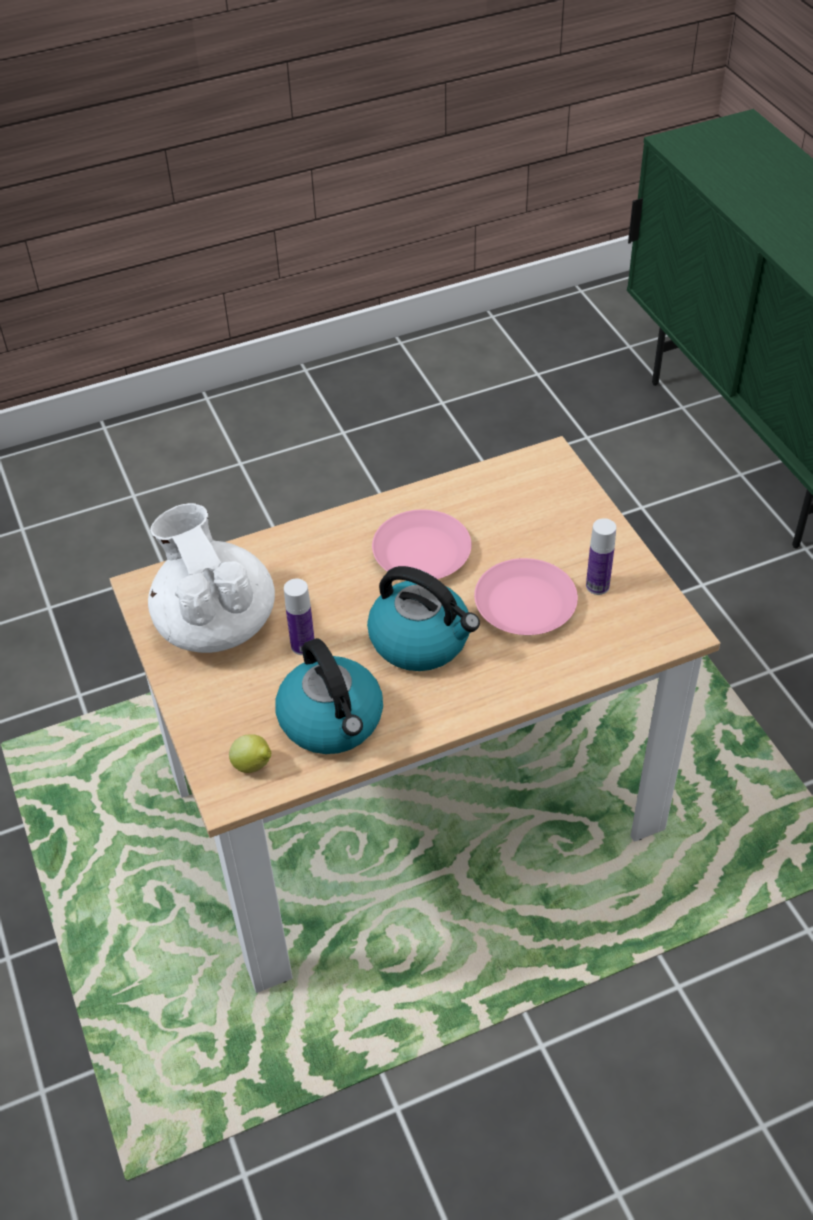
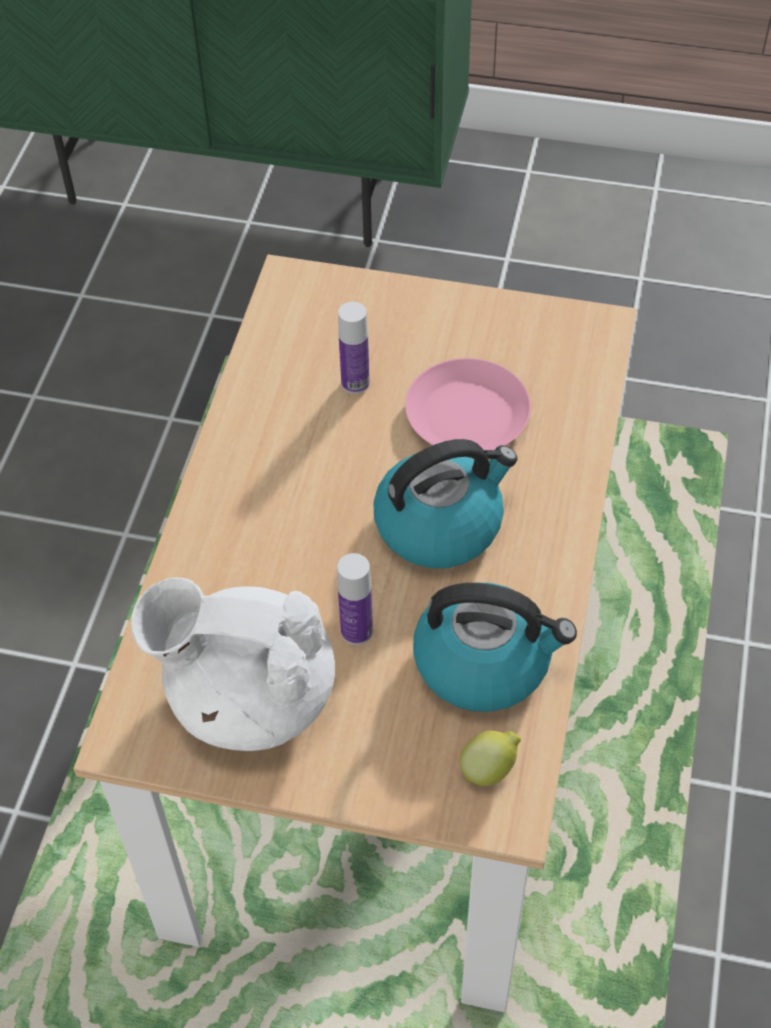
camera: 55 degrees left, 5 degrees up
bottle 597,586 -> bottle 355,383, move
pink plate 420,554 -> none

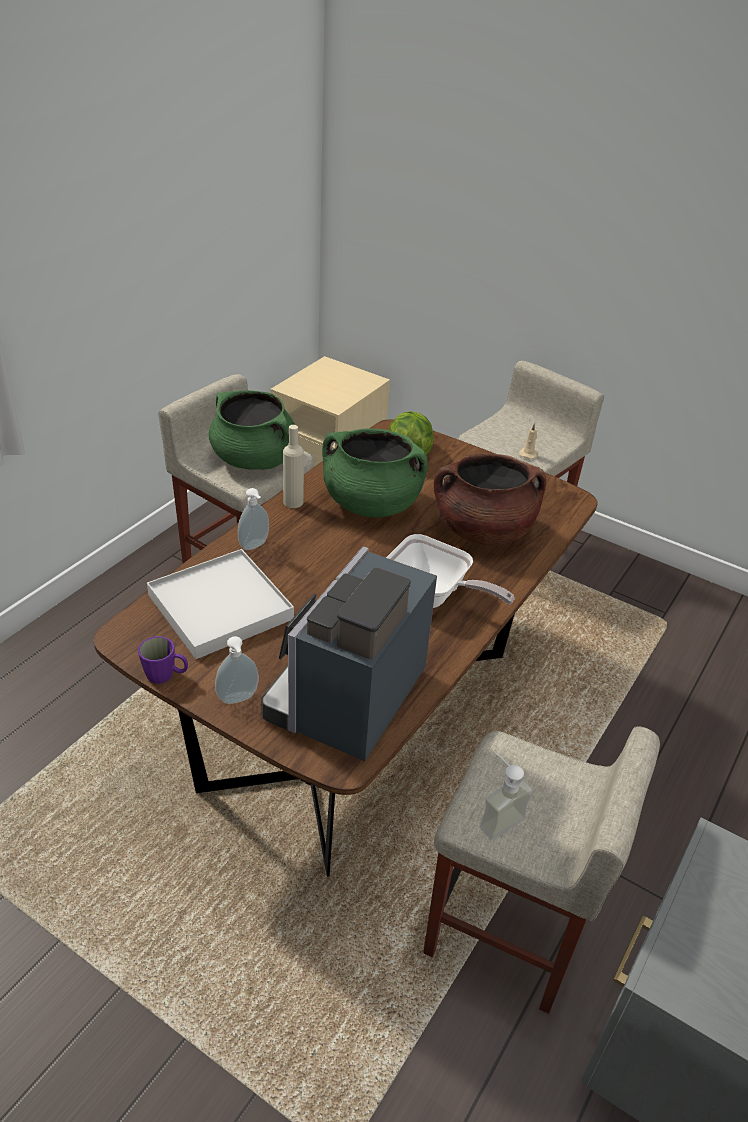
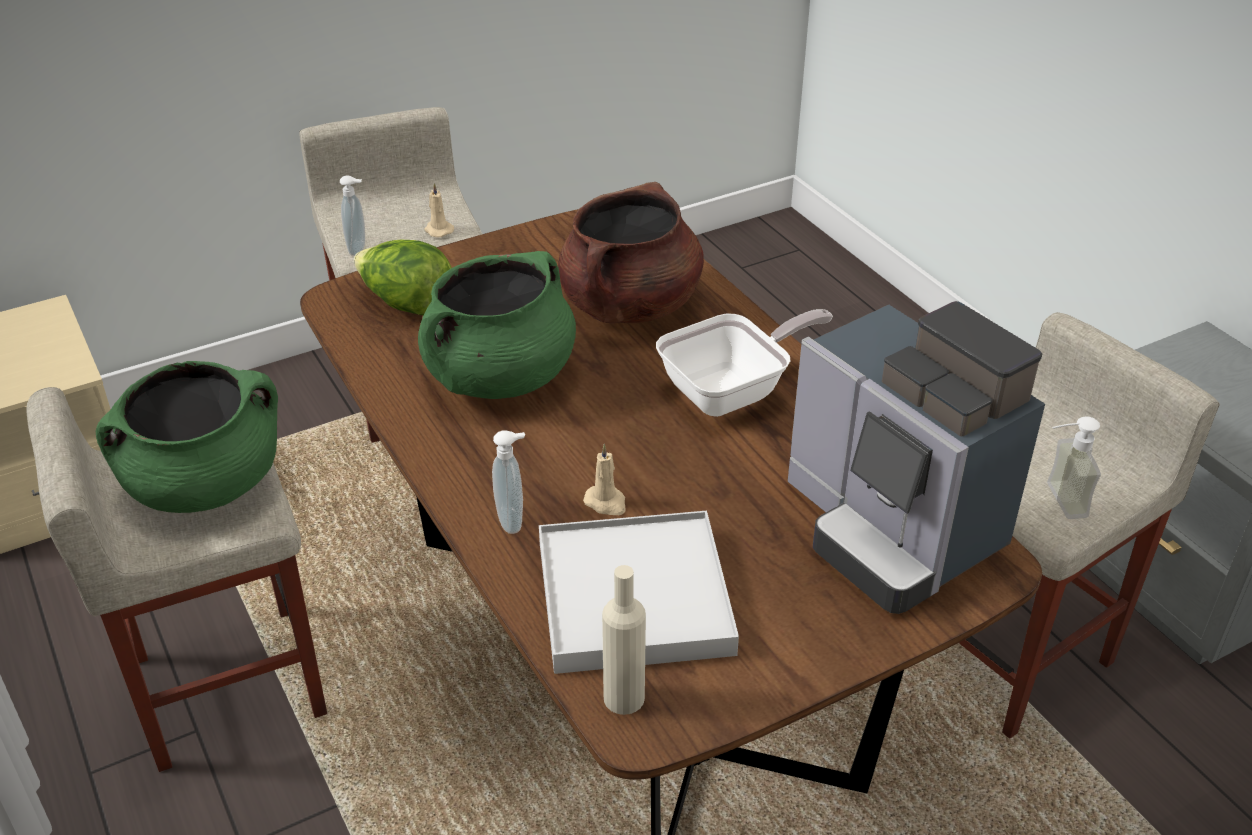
camera: 60 degrees left, 0 degrees up
soap dispenser 238,699 -> soap dispenser 359,249, move
none -> beige candle 606,503
beige bottle 293,502 -> beige bottle 624,698, move
purple mug 166,675 -> none

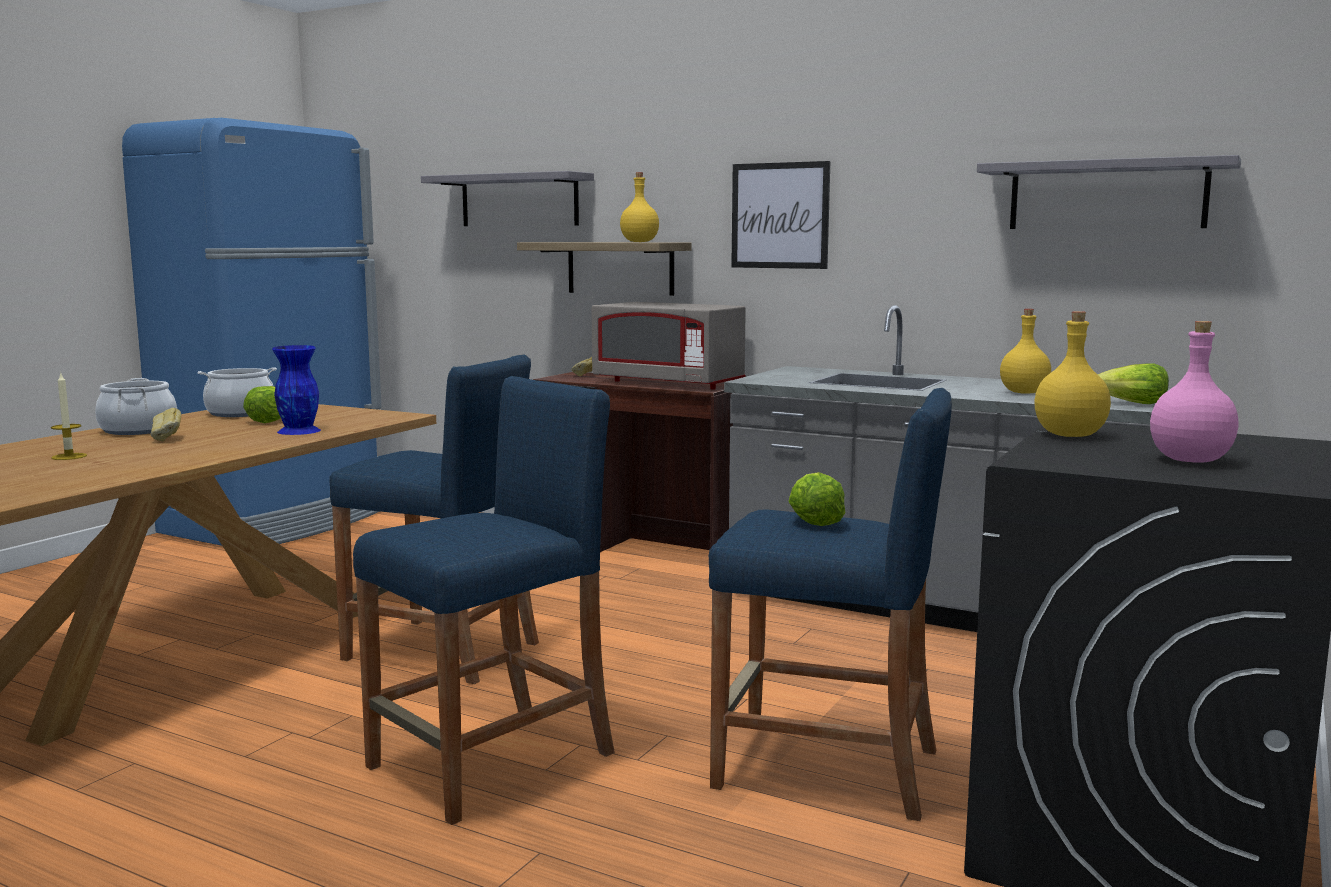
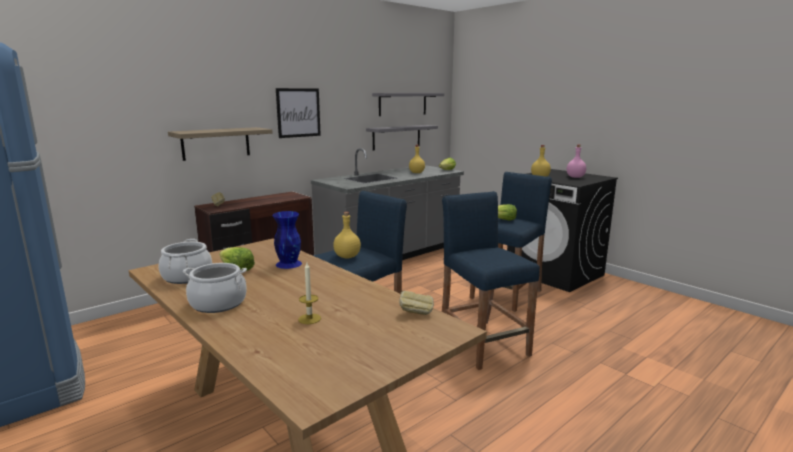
camera: 70 degrees left, 5 degrees up
yellow bottle 639,242 -> yellow bottle 347,257, move
grey shelf 519,200 -> grey shelf 396,137, move
bread 167,439 -> bread 416,313, move
grey microwave 668,383 -> none

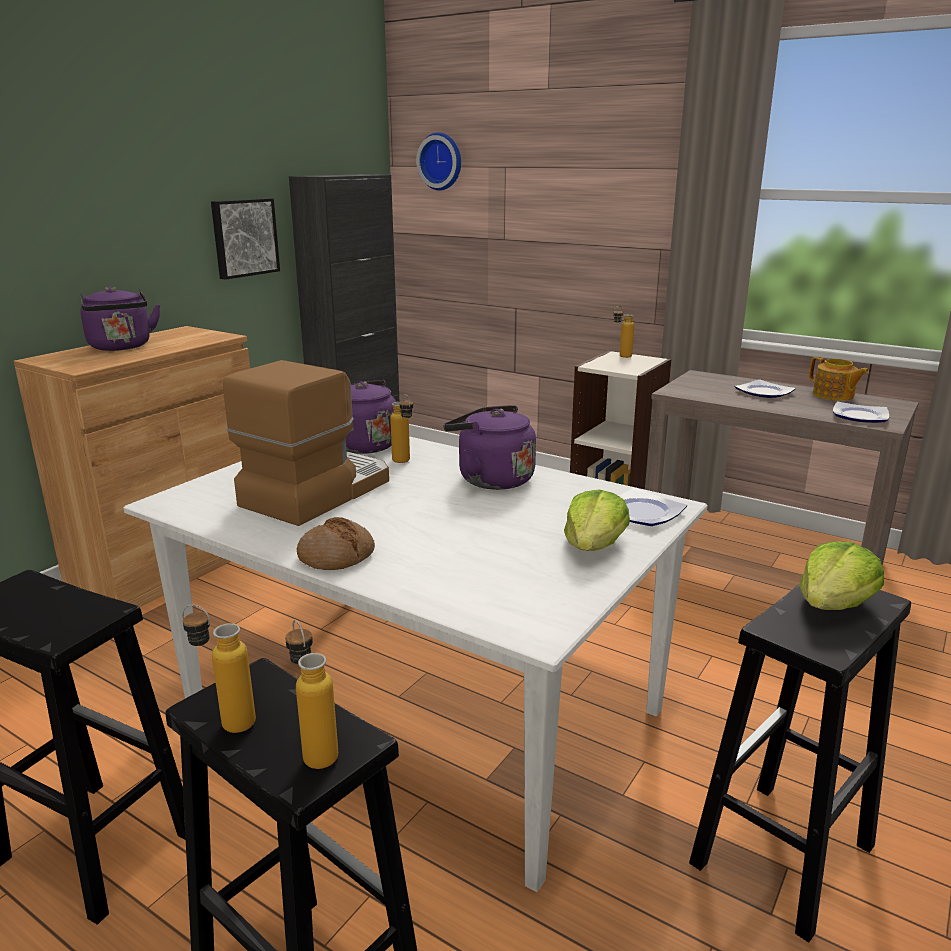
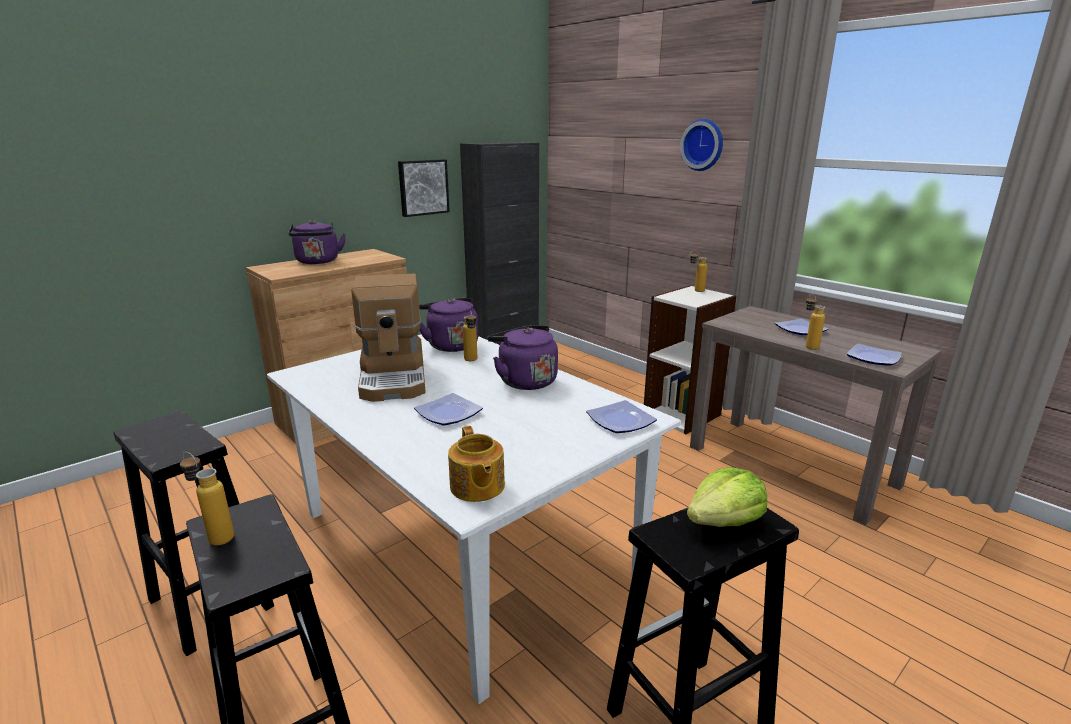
camera: 15 degrees right, 0 degrees up
coffee machine 316,492 -> coffee machine 395,377, 120 degrees clockwise
none -> plate 448,414
teapot 833,395 -> teapot 477,487, move
wall clock 441,161 -> wall clock 703,145, move
bottle 315,749 -> bottle 808,346, move
bread 336,556 -> none
lettuce 594,546 -> none

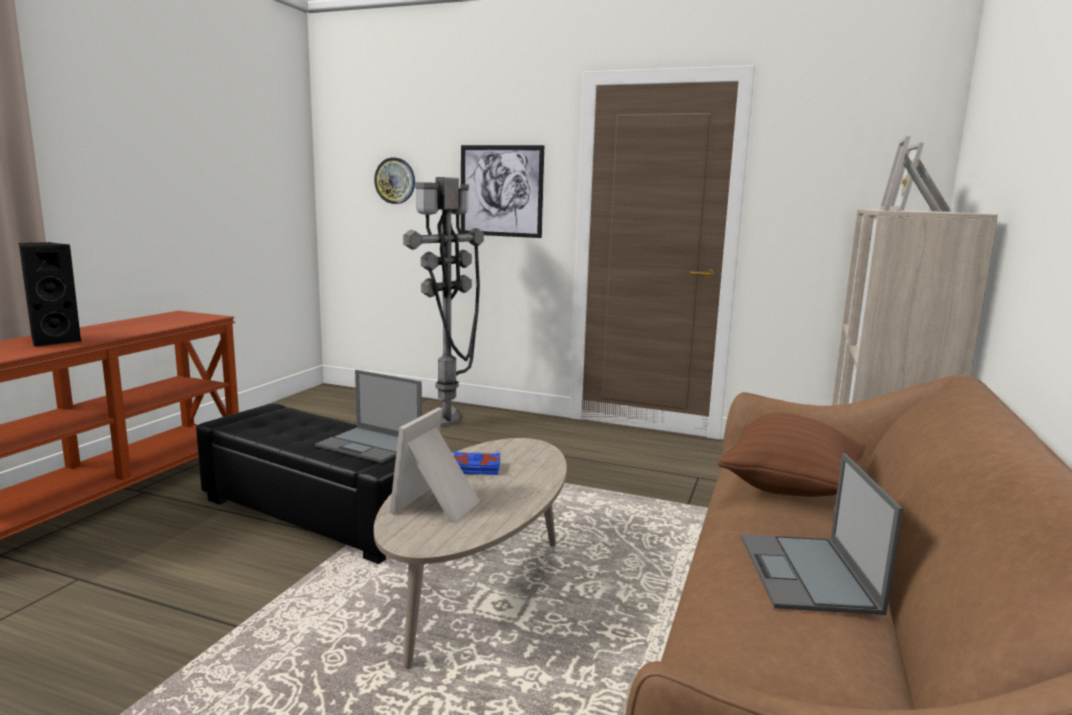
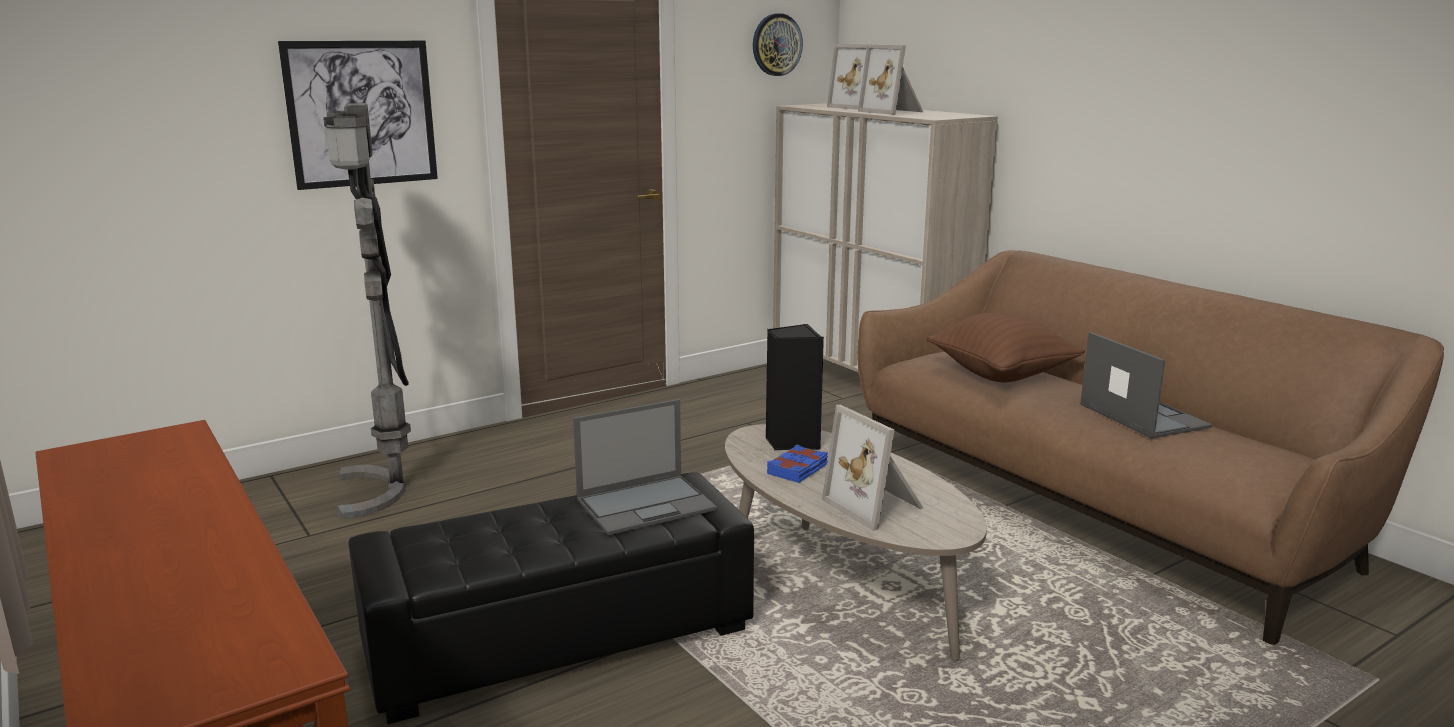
camera: 55 degrees left, 5 degrees up
wall clock 395,181 -> wall clock 776,44, move
black speaker 53,341 -> black speaker 791,442, move
laptop 808,574 -> laptop 1142,415, 150 degrees counterclockwise

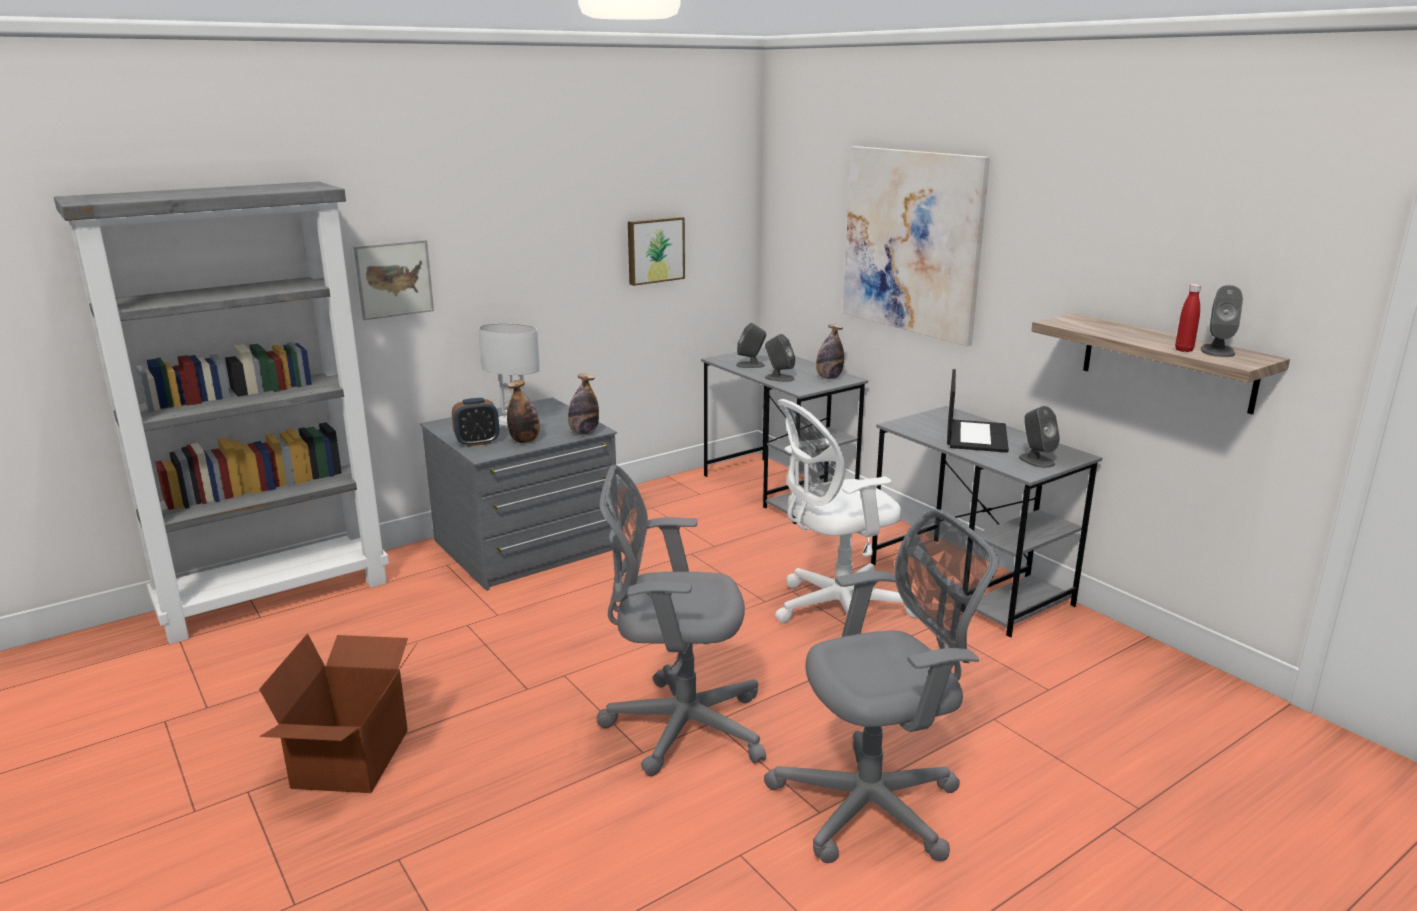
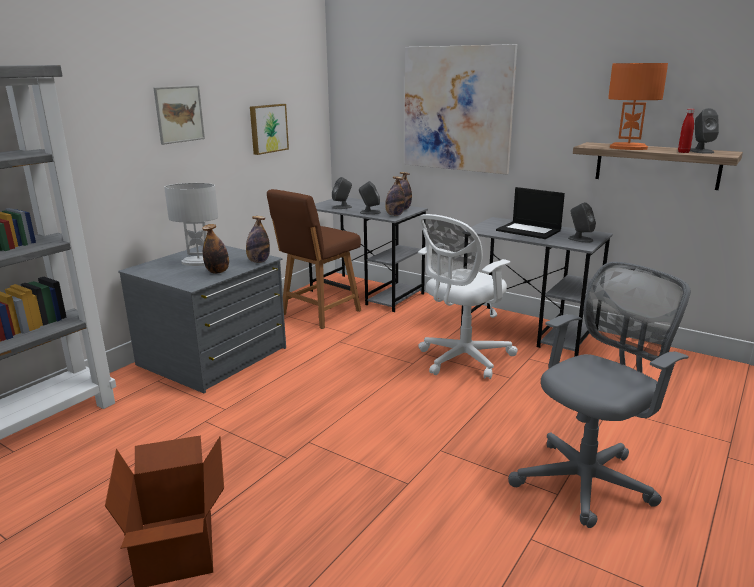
camera: 20 degrees left, 0 degrees up
picture 394,279 -> picture 179,114, move
none -> brown chair 319,313
none -> bottle 394,215
laptop 975,436 -> laptop 529,230, 135 degrees clockwise
none -> orange table lamp 628,148
alarm clock 477,442 -> none
grey office chair 677,726 -> none

